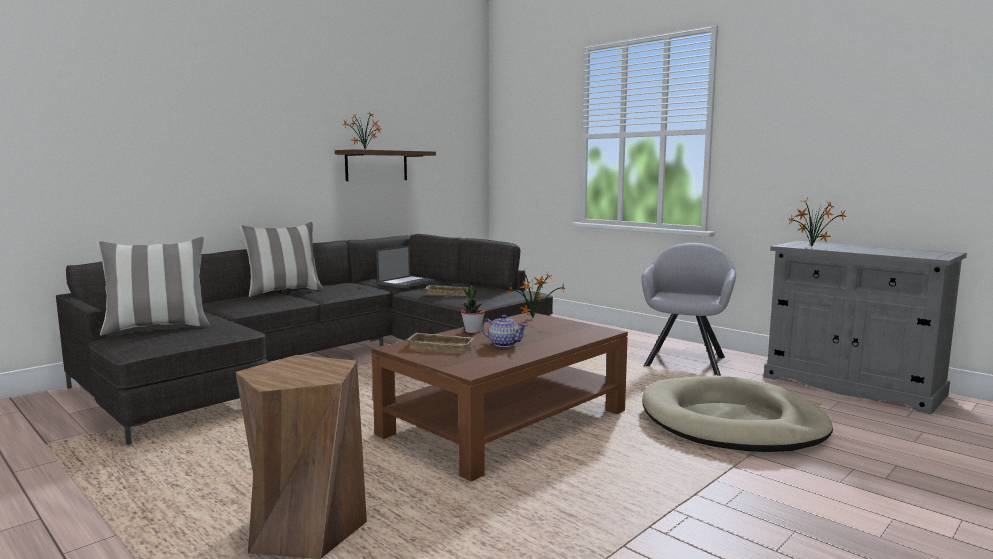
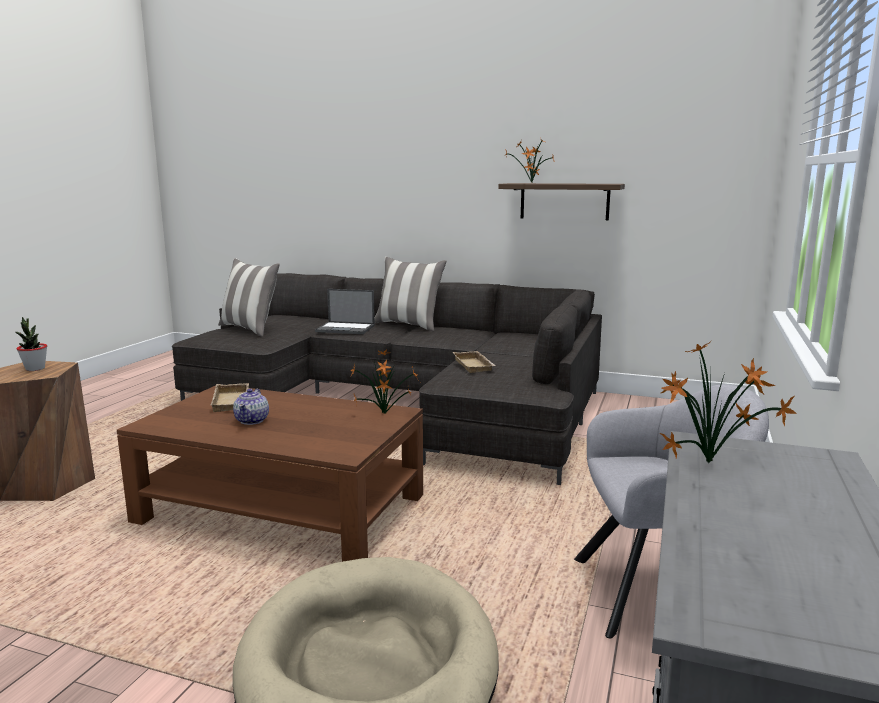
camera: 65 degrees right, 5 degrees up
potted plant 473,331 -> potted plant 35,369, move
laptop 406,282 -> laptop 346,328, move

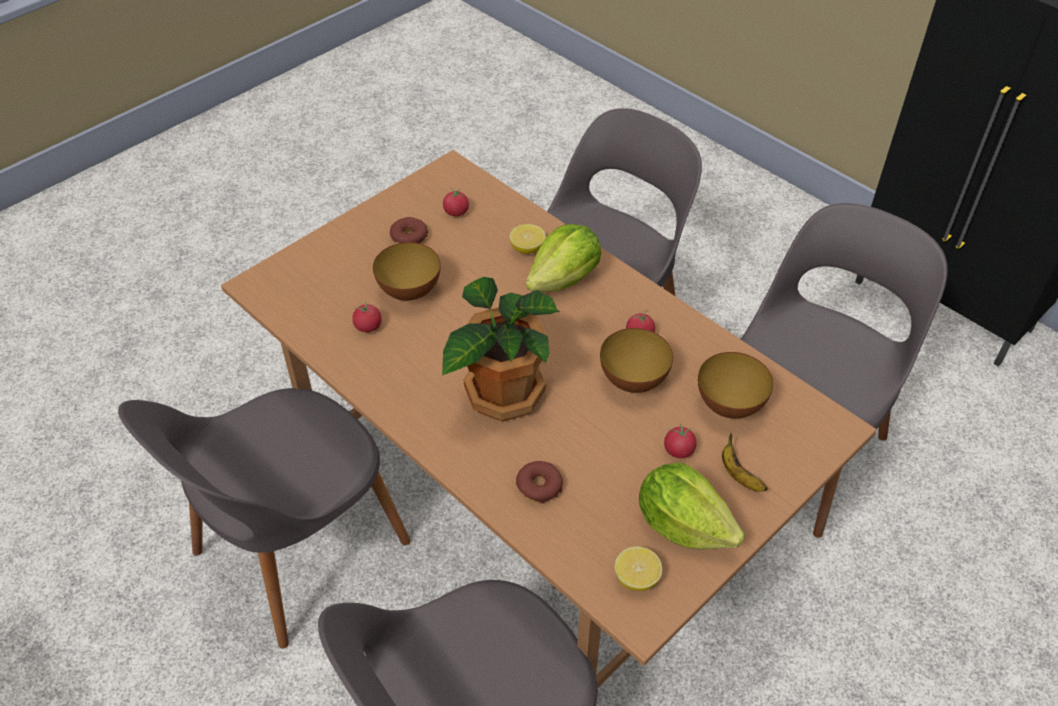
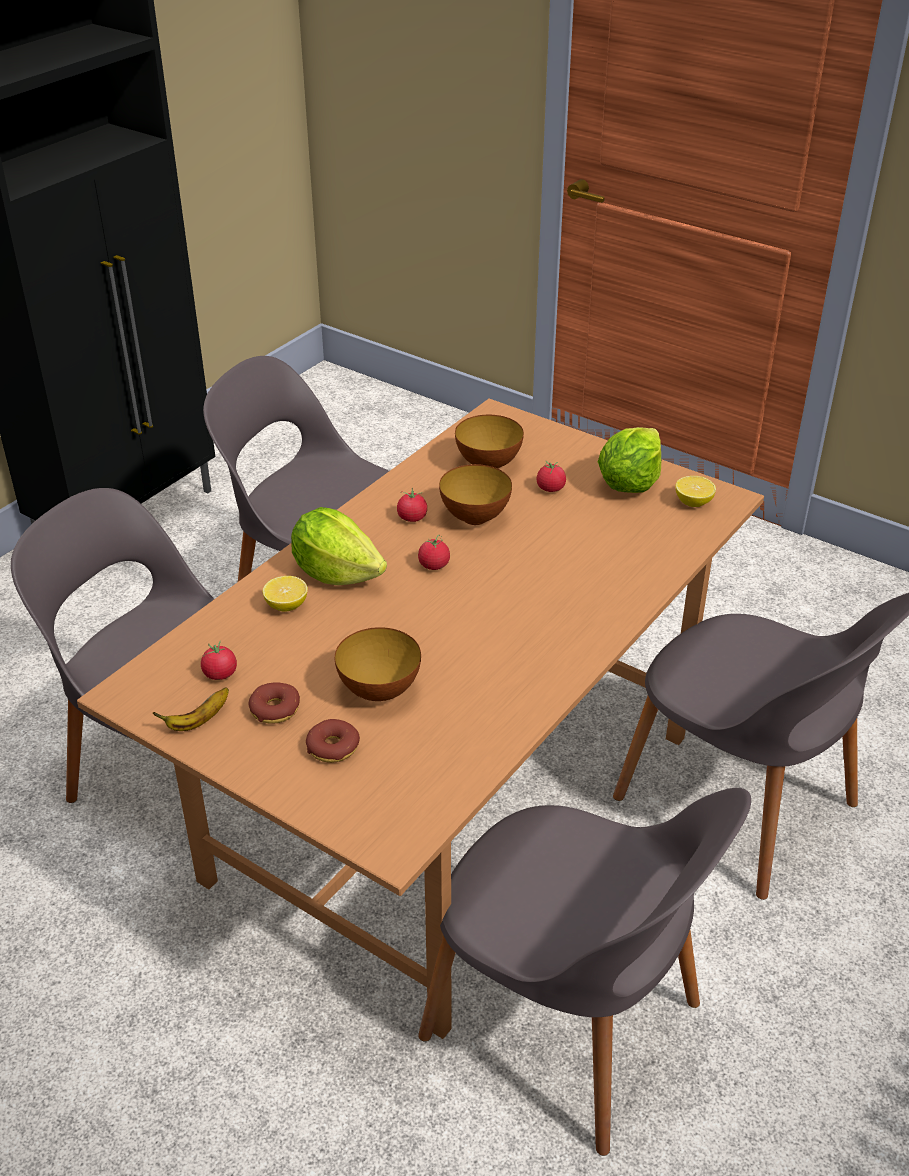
camera: 100 degrees left, 10 degrees down
banana 739,475 -> banana 198,721, move
donut 539,486 -> donut 333,747, move
tomato 368,326 -> tomato 434,565, move
potted plant 501,394 -> none

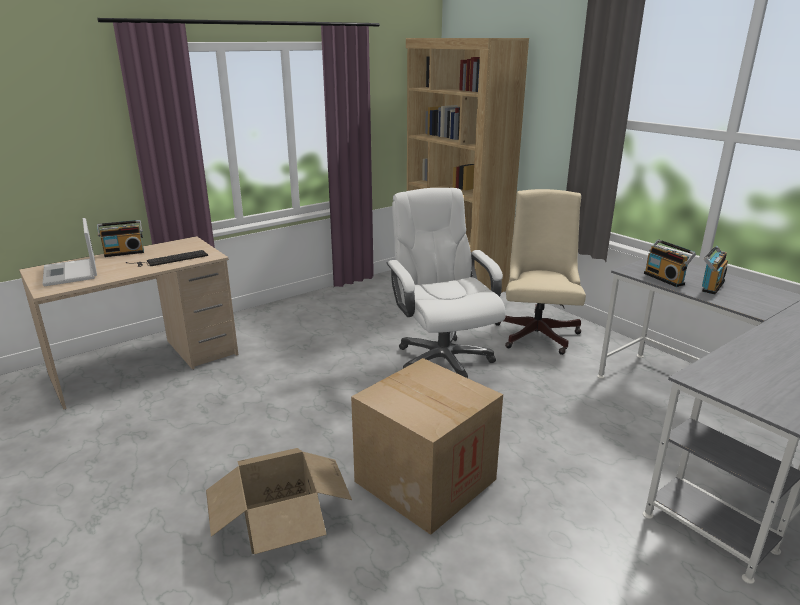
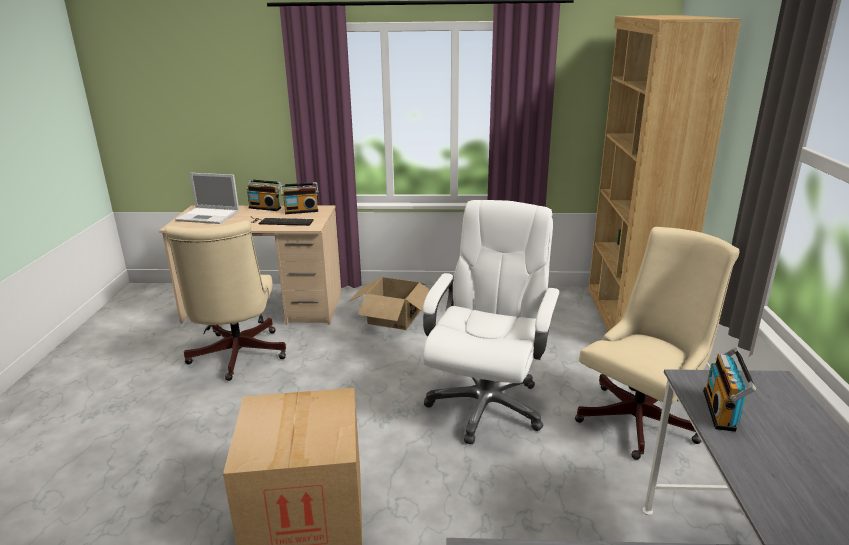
camera: 40 degrees right, 0 degrees up
none -> beige office chair 236,357
laptop 71,273 -> laptop 209,216, 90 degrees counterclockwise
radio 710,286 -> radio 301,211, move
cardboard box 280,520 -> cardboard box 394,317, move

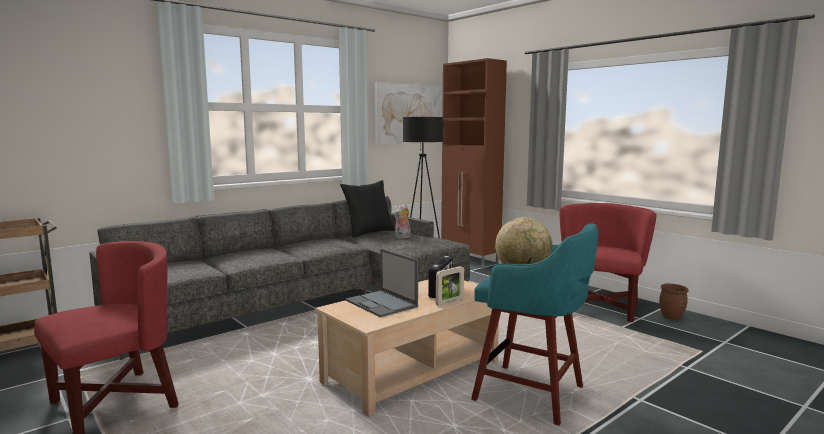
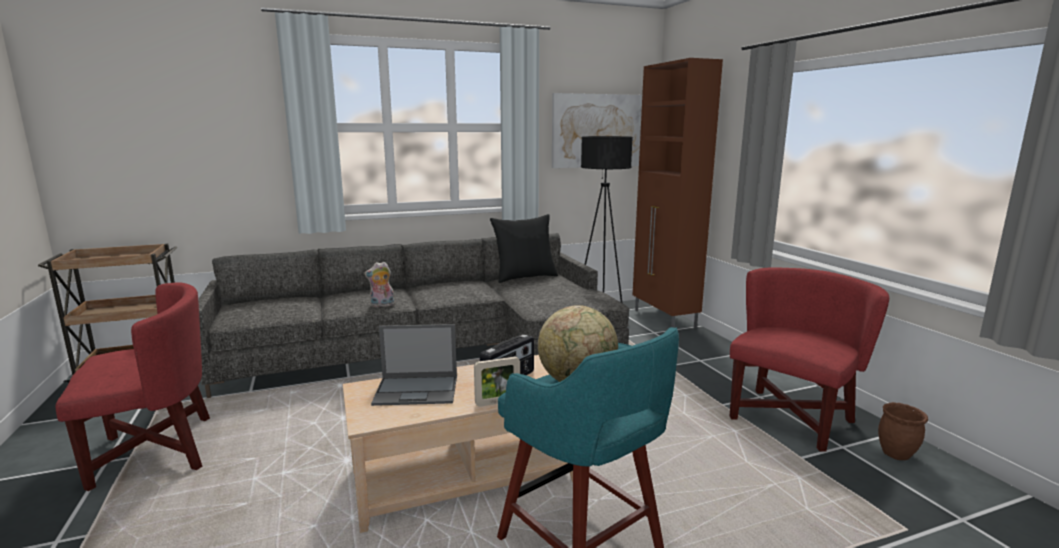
camera: 20 degrees right, 5 degrees up
plush toy 403,237 -> plush toy 382,305, move
laptop 382,304 -> laptop 417,390, 75 degrees counterclockwise

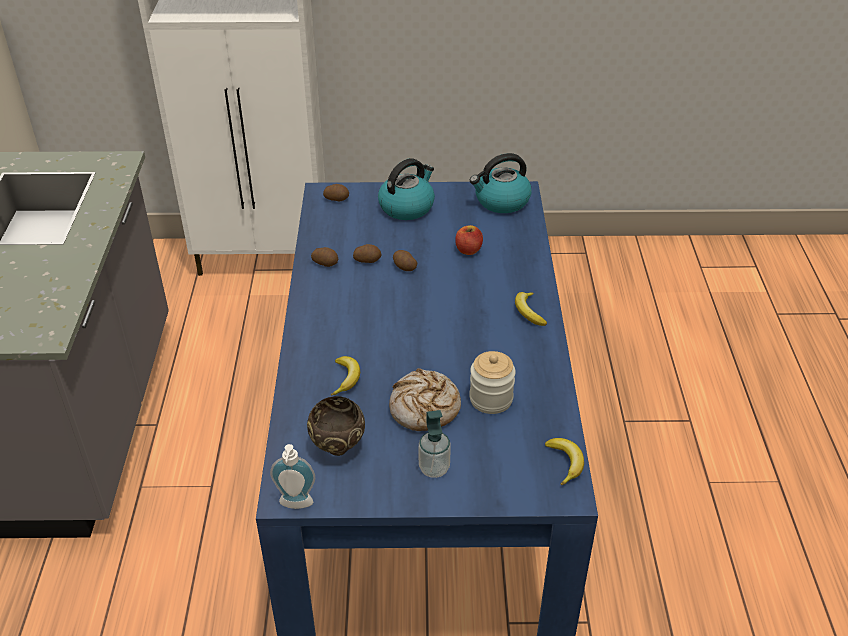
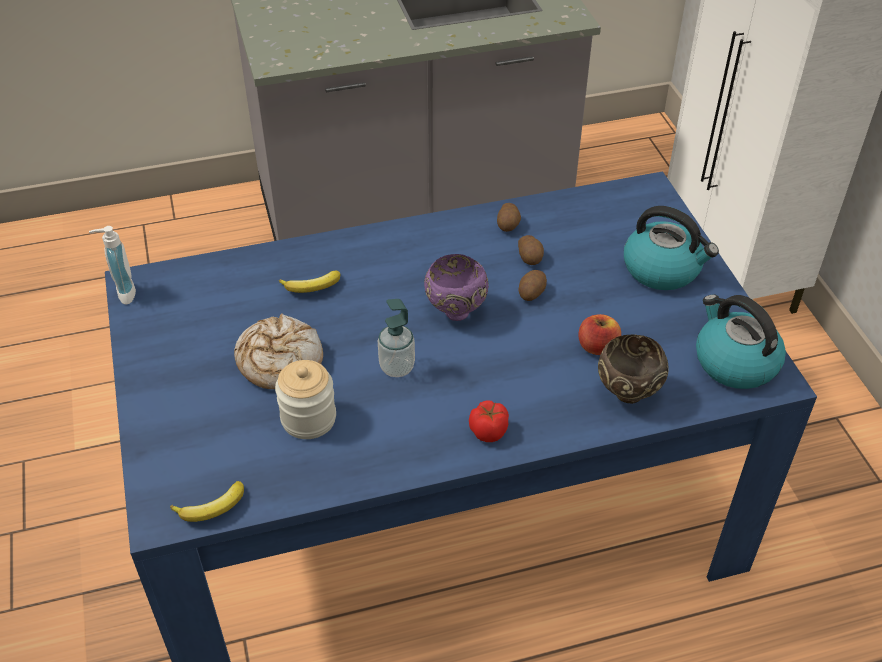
camera: 75 degrees right, 5 degrees up
soap dispenser 434,468 -> soap dispenser 397,367, move
none -> purple bowl 455,312
banana 528,312 -> tomato 489,431
brown bowl 338,449 -> brown bowl 626,395, move
potato 336,198 -> none

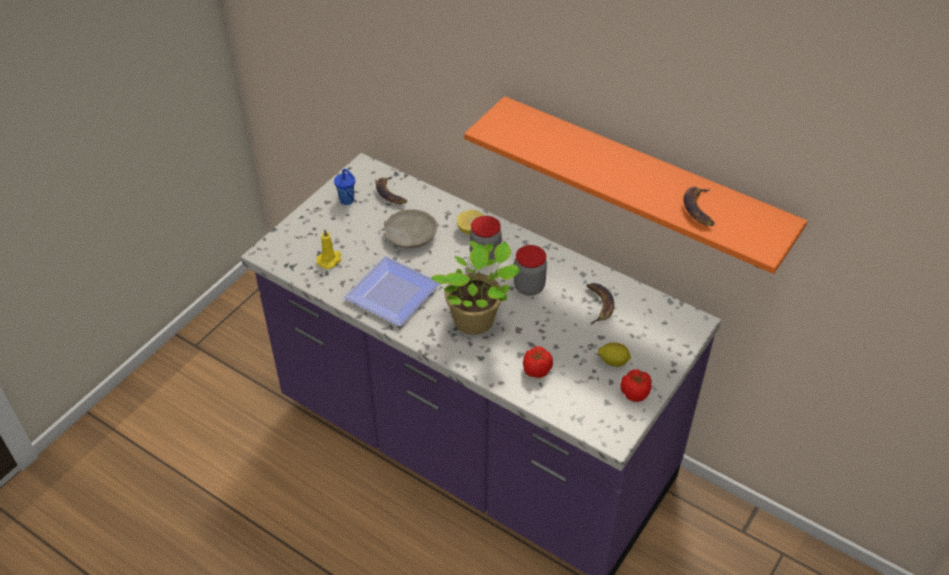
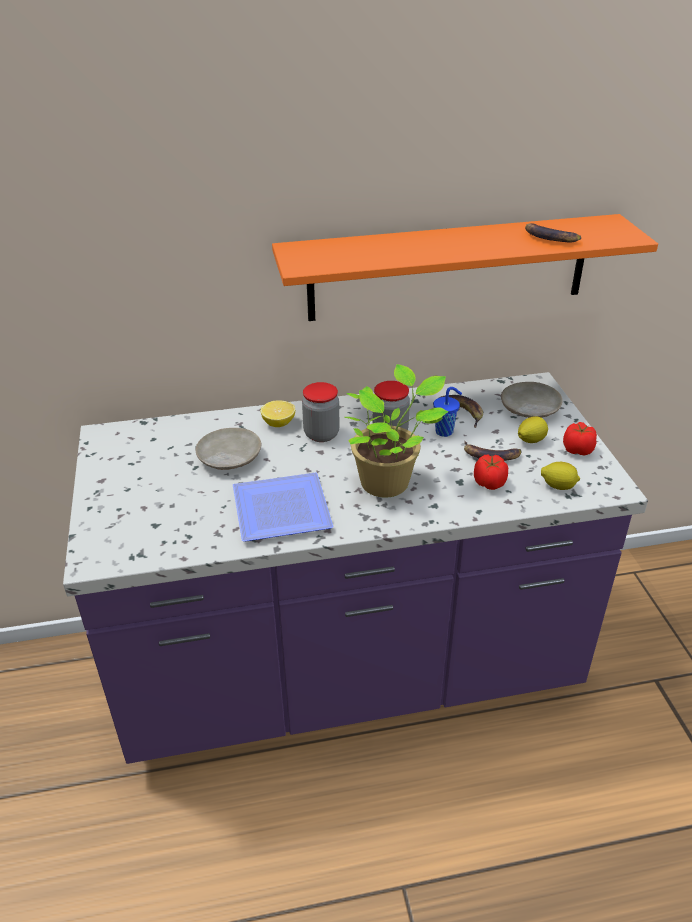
camera: 45 degrees left, 10 degrees down
blue cup 347,201 -> blue cup 445,431, move
banana 391,193 -> banana 490,455, move
none -> beige plate 529,409
none -> lemon 558,486
yellow candle 330,260 -> none

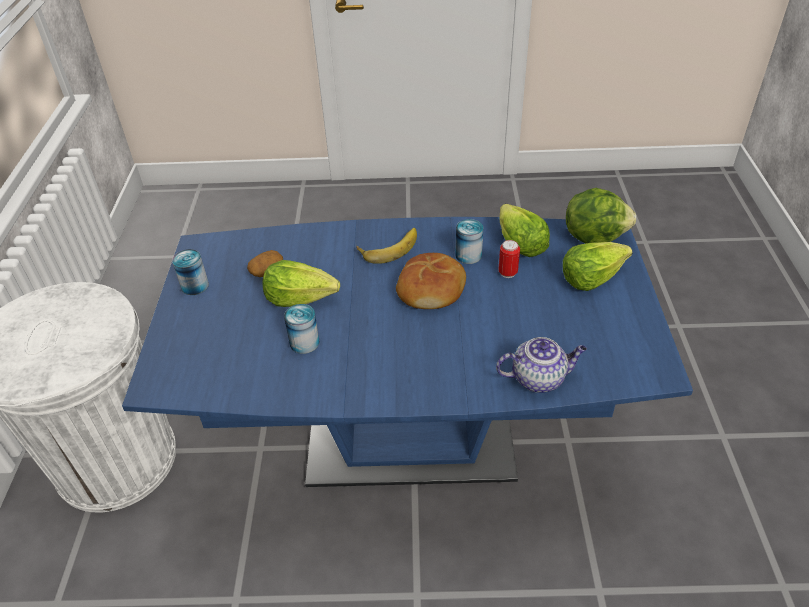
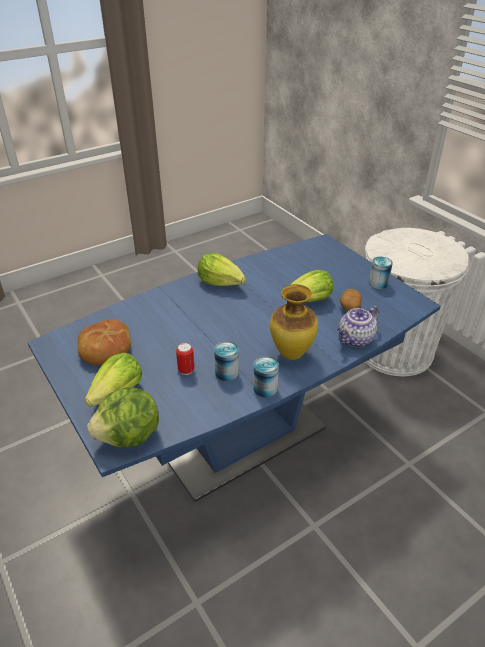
camera: 145 degrees right, 5 degrees down
bread 432,289 -> bread 105,349, move
lettuce 519,244 -> lettuce 221,282, move
can 304,342 -> can 265,388, move
banana 388,247 -> vase 292,354
teapot 539,378 -> teapot 355,340, move

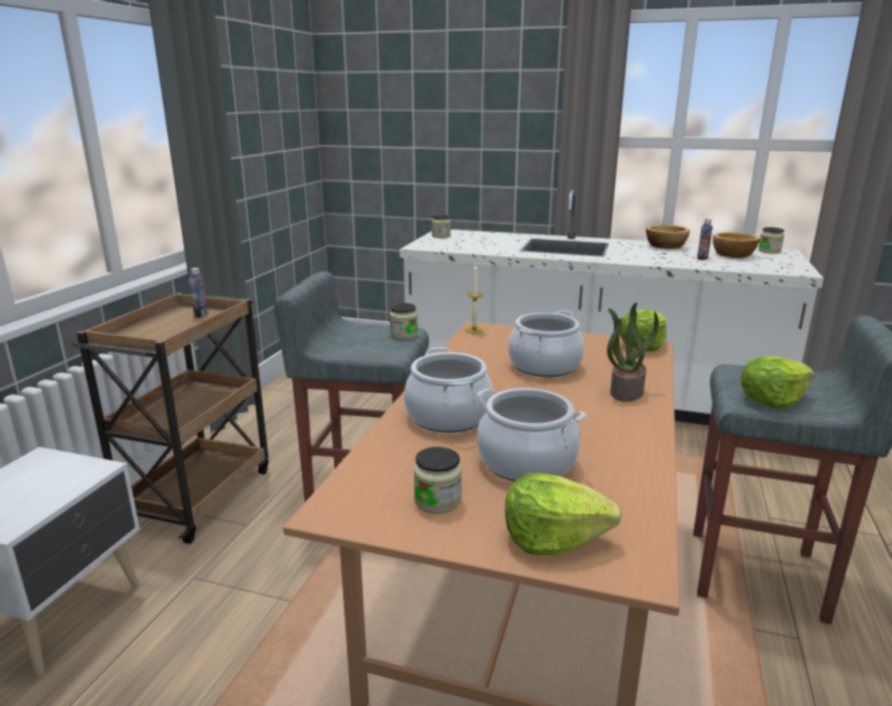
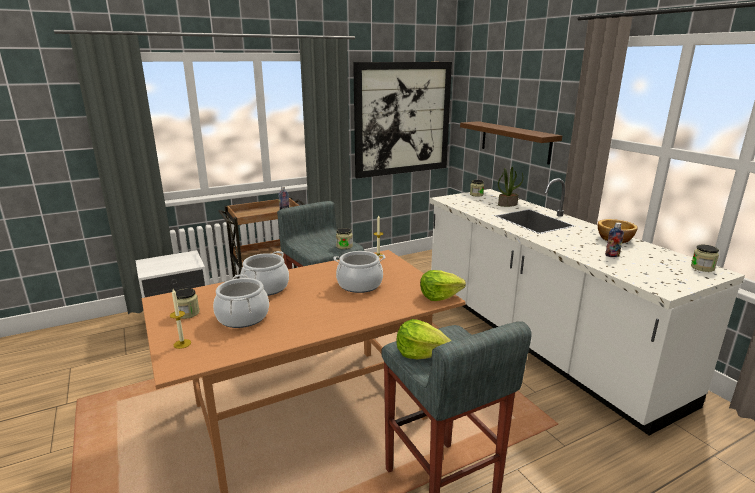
camera: 45 degrees right, 0 degrees up
lettuce 553,538 -> candle 182,344
none -> picture 402,119
none -> brown shelf 515,141
potted plant 626,391 -> potted plant 507,204, move
bowl 733,255 -> none

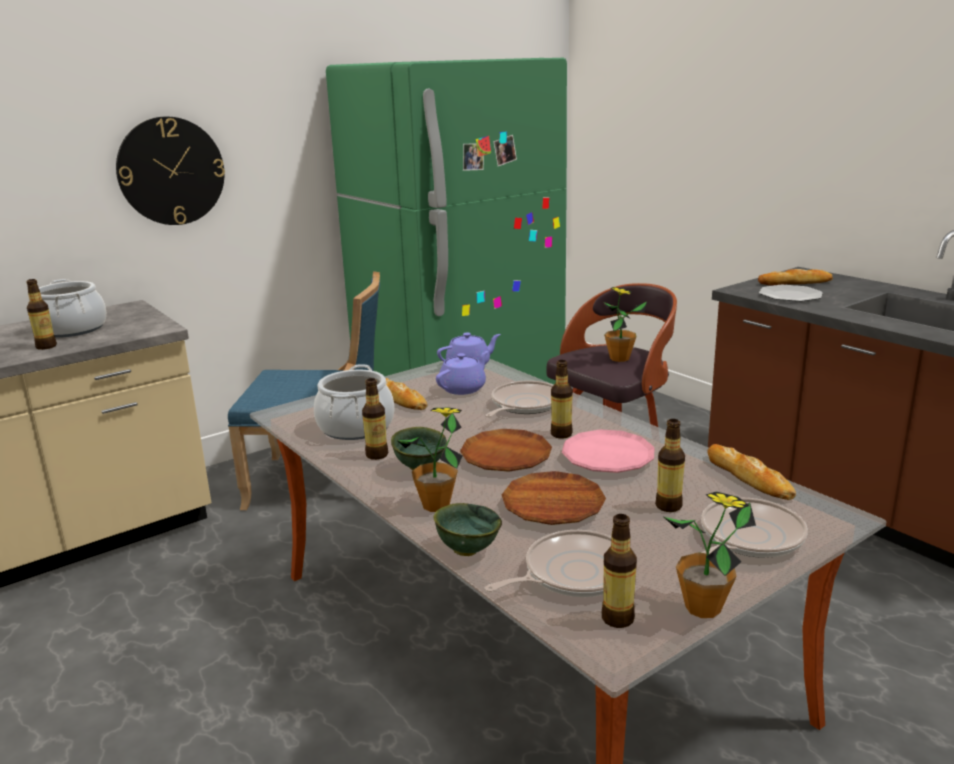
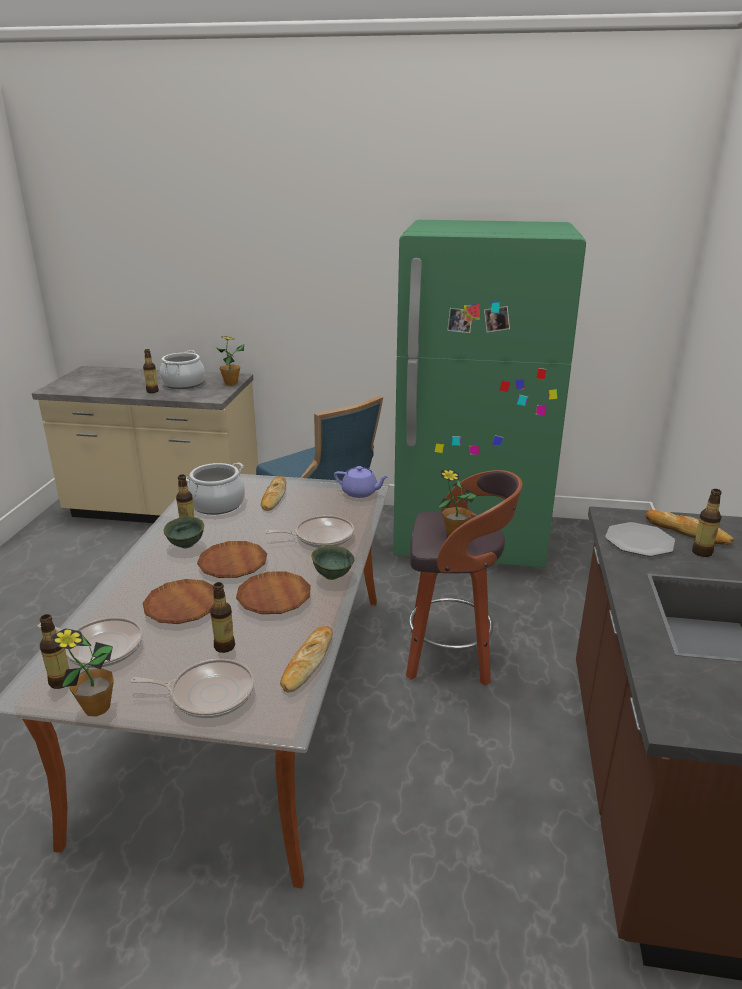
camera: 45 degrees right, 5 degrees up
potted plant 436,505 -> potted plant 231,383, move
pink plate 607,457 -> brown plate 274,597
green bowl 467,550 -> green bowl 333,576, move
bottle 561,434 -> bottle 702,552, move
wall clock 171,171 -> none
purple teapot 463,388 -> none

